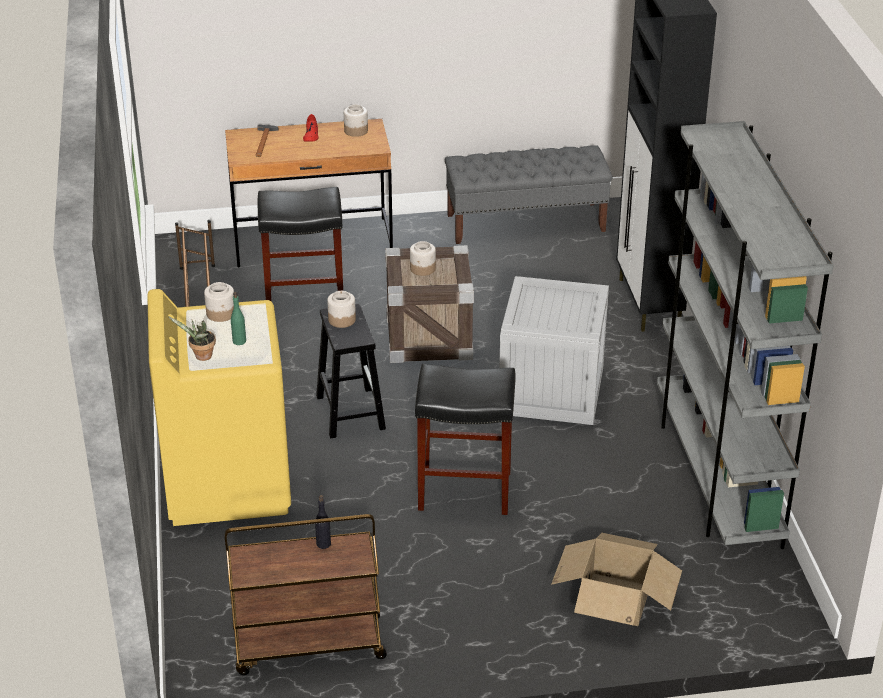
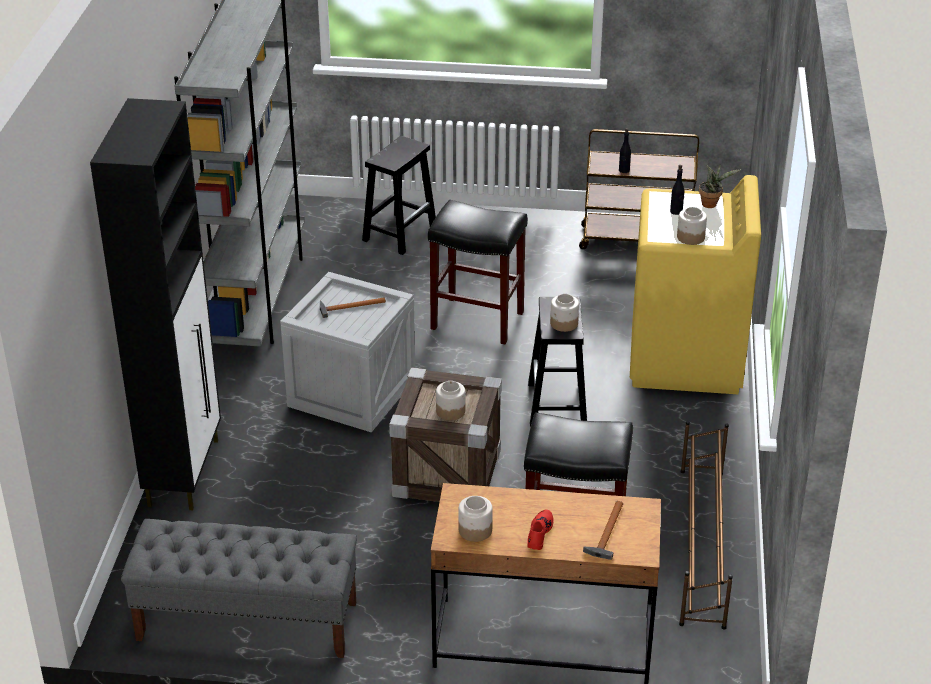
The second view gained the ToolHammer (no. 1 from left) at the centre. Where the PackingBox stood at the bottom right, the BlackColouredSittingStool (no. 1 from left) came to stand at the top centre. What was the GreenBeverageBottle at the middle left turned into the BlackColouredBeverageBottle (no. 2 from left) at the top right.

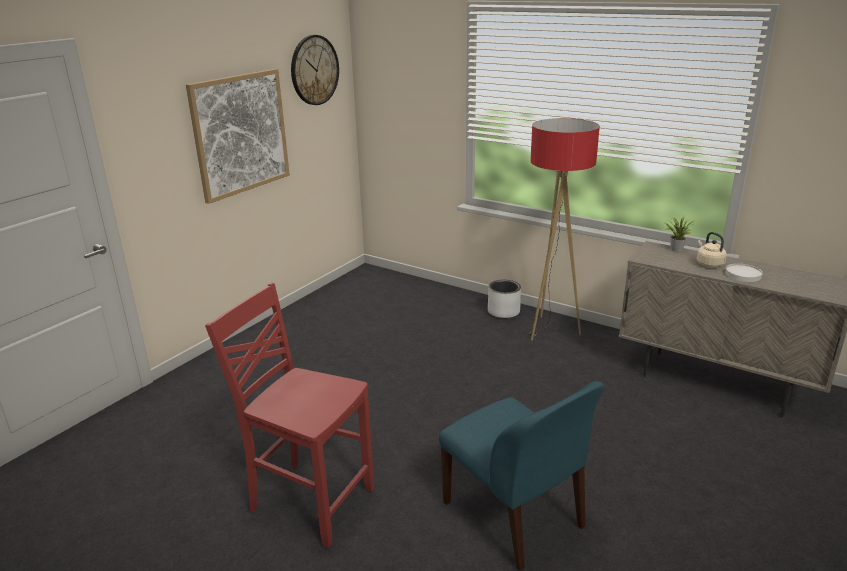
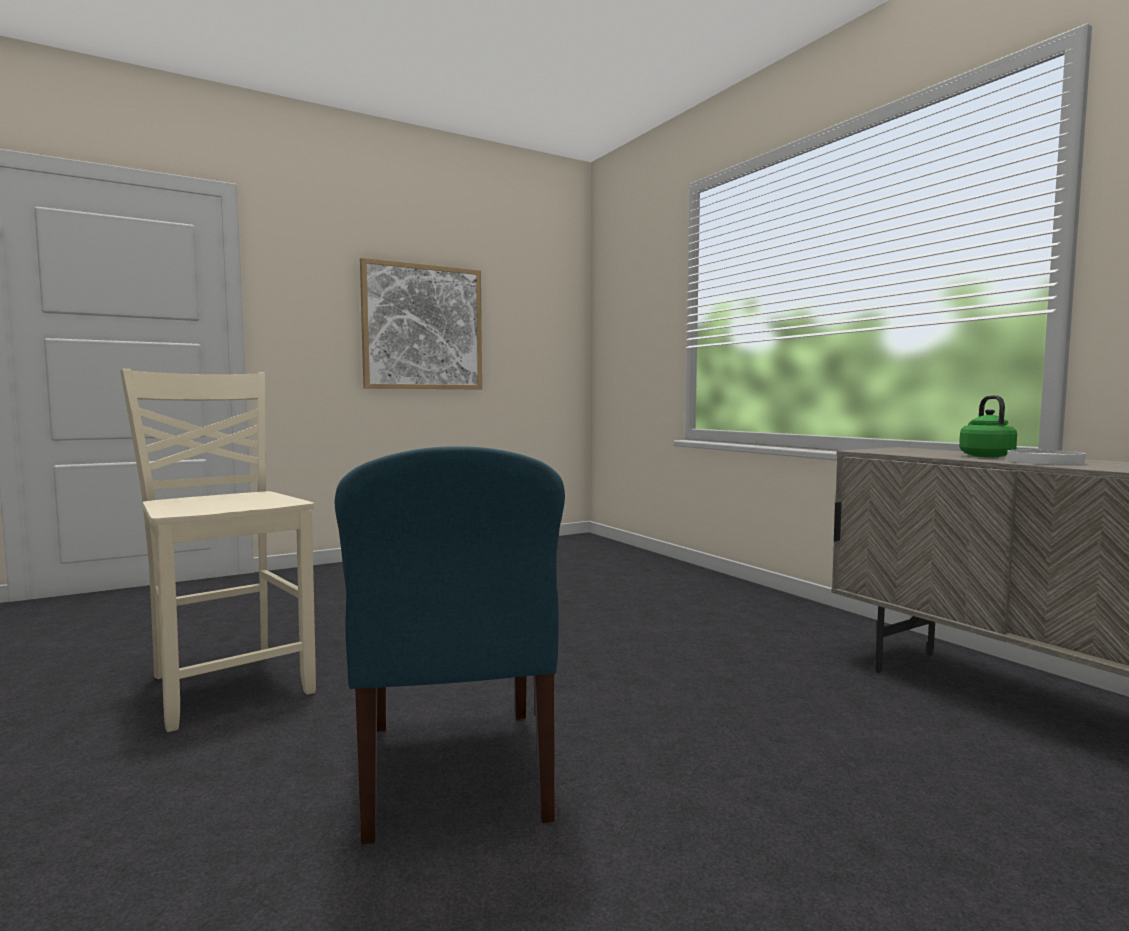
What was the RedColouredPlainChair at the bottom centre turned into the BeigeColouredPlainChair at the middle left. What was the BeigeColouredKettle at the middle right turned into the GreenKettle at the middle right. The second view lost the WallClock at the top centre. The second view lost the GreyishFlowerPot at the centre. The second view lost the FloorLamp at the centre. The second view lost the PottedPlant at the middle right.

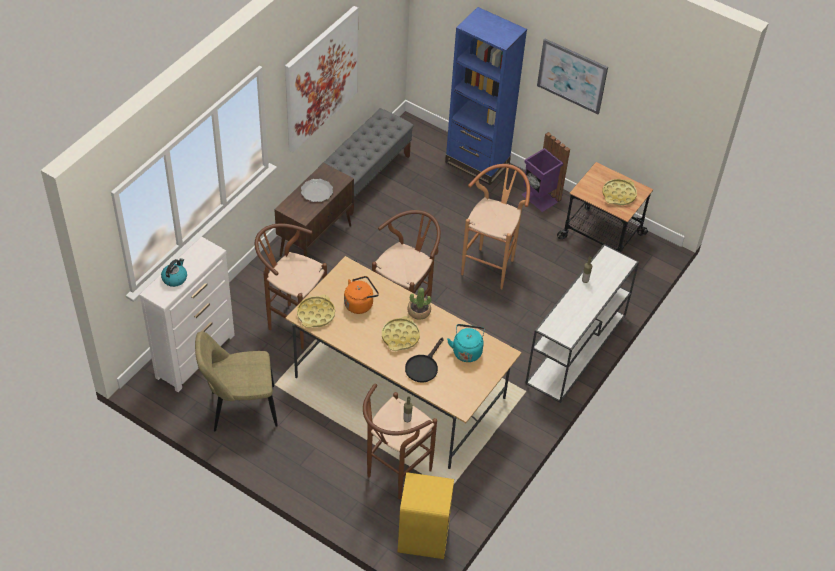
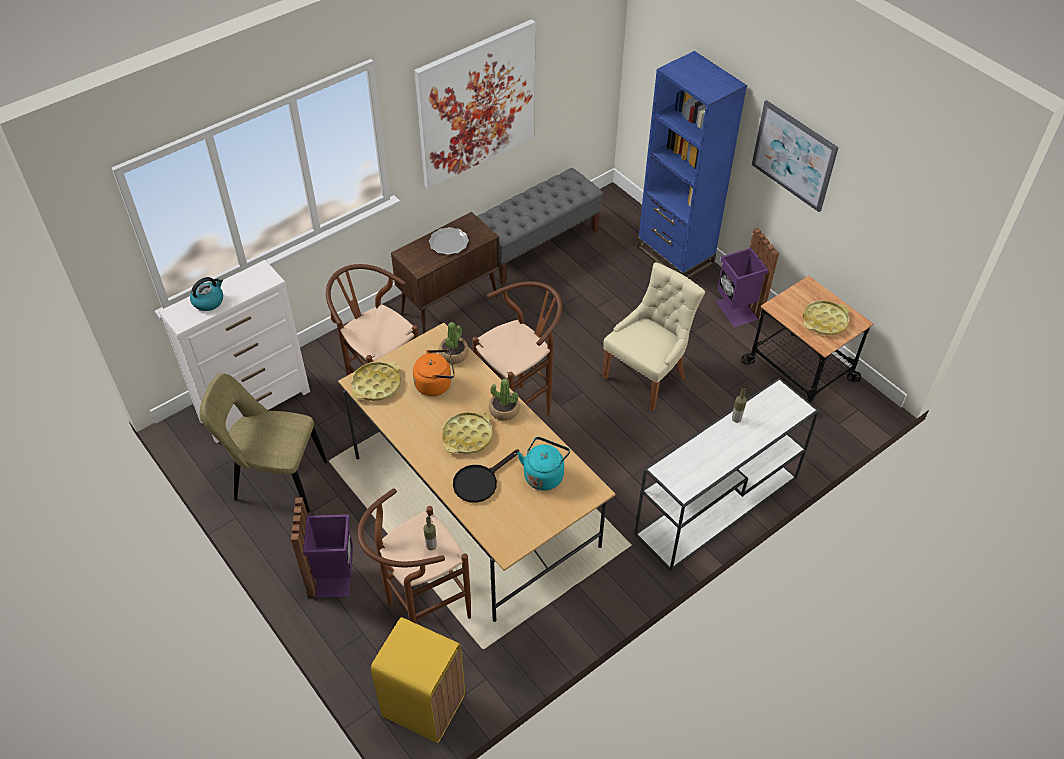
The second view gained the PurpleColouredWasteBin (no. 1 from left) at the bottom left. The second view gained the PottedPlant (no. 1 from left) at the centre. Where the BrownSittingStool (no. 4 from left) stood at the centre, the BeigeColouredPlainChair (no. 2 from left) came to stand at the centre.

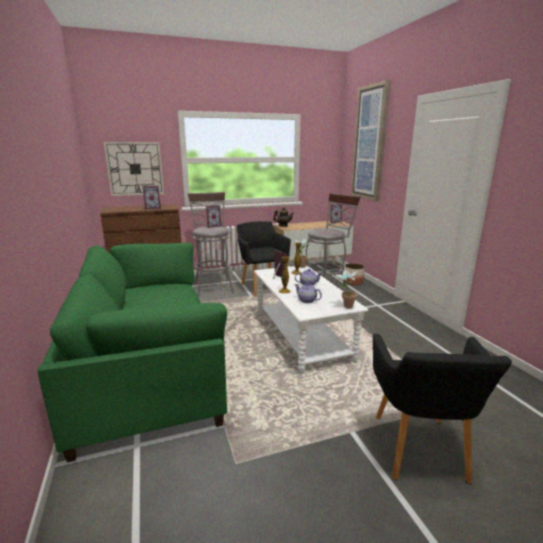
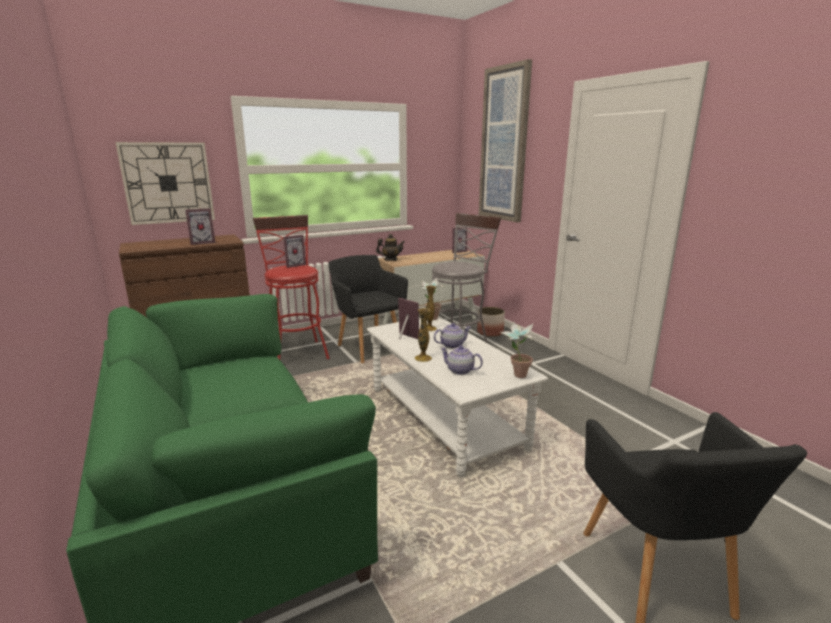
What was the GreyishSittingStool (no. 1 from left) at the centre turned into the RedColouredSittingStool at the centre.

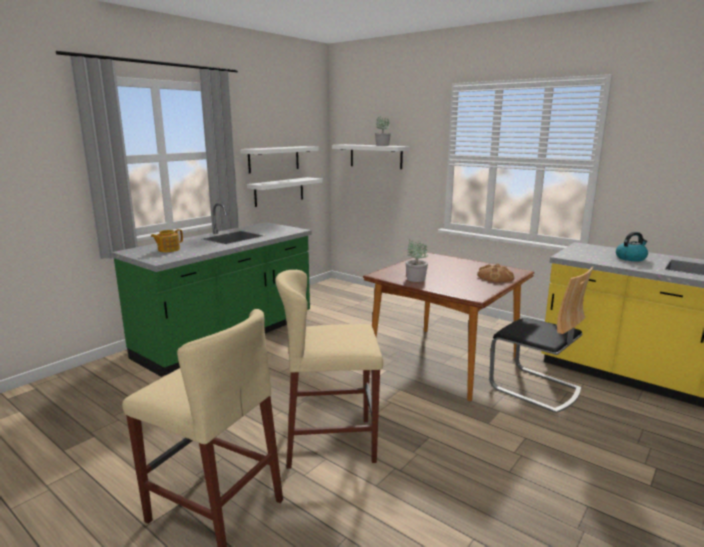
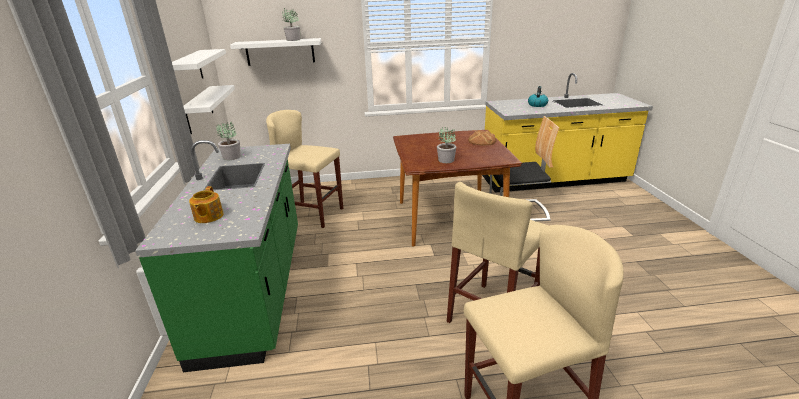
The second view gained the PottedPlant (no. 1 from left) at the middle left. The second view gained the BeigeColouredSittingStool (no. 1 from left) at the centre.

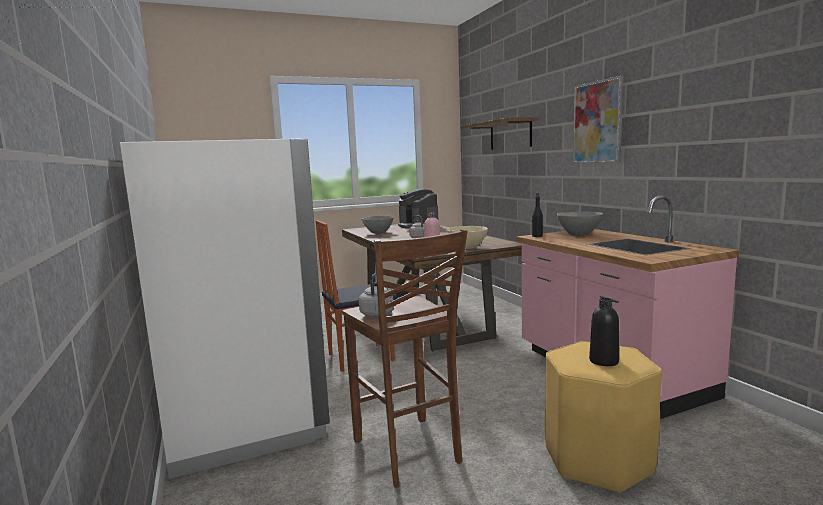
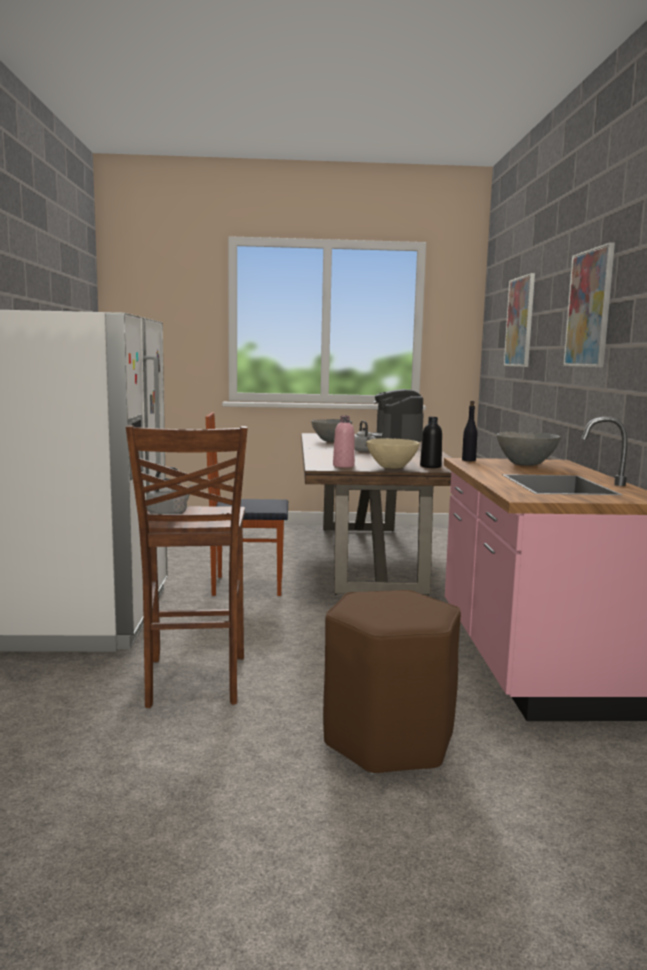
What was the YellowishSittingStool at the bottom right turned into the BrownSittingStool (no. 2 from left) at the bottom centre. The BlackColouredBeverageBottle (no. 2 from left in the first image) ended up elsewhere, having gone from the middle right to the centre. Where the BracketShelf hung at the top centre, the Picture (no. 1 from left) came to hang at the top right.

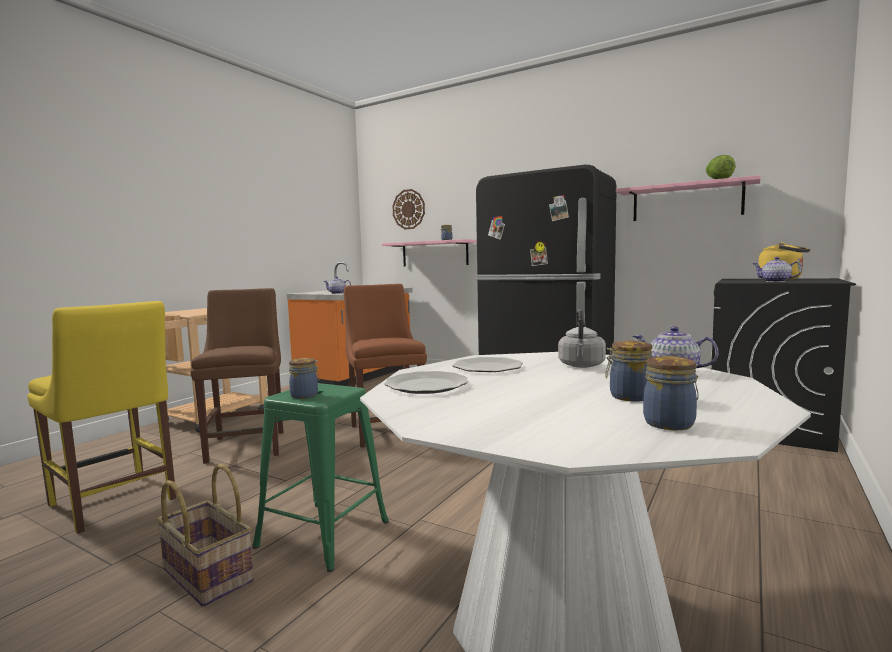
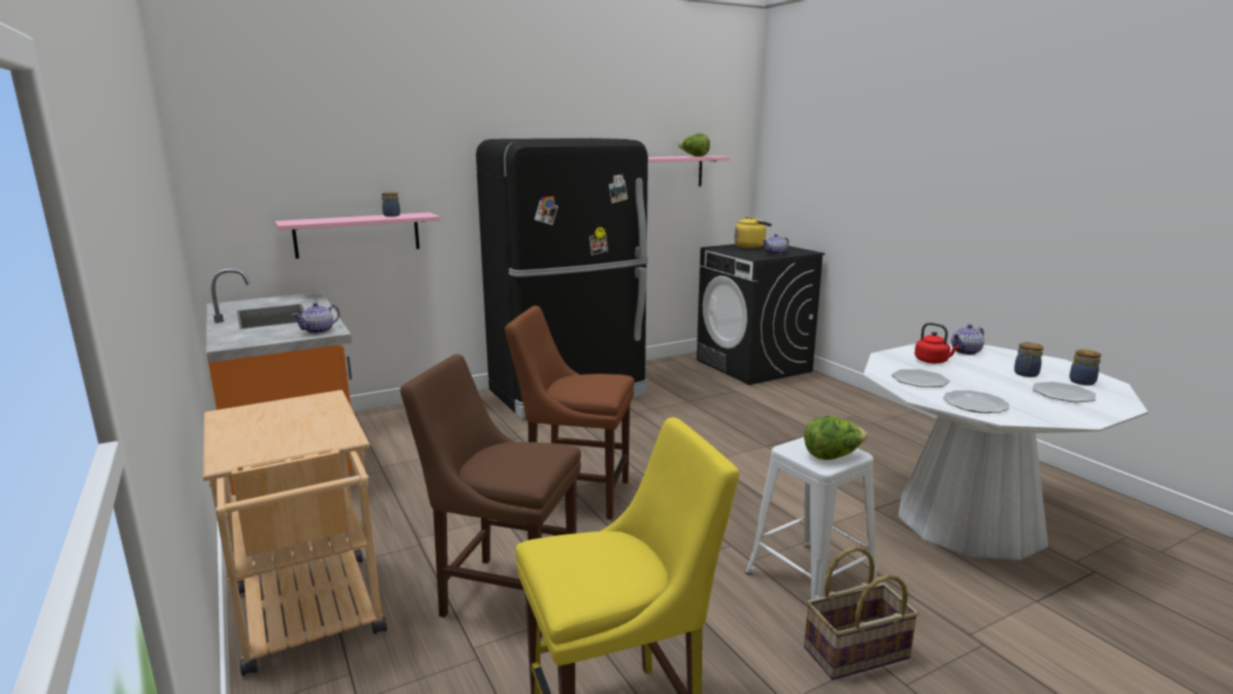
What was the GreenSittingStool at the bottom centre turned into the WhiteColouredSittingStool at the bottom centre. Where the Jar (no. 1 from left) stood at the centre, the LettuceHead (no. 2 from left) came to stand at the middle right. What was the GreyishKettle at the centre turned into the RedColouredKettle at the middle right. The second view gained the FlatDish (no. 3 from left) at the middle right. The second view lost the WallClock at the top centre.

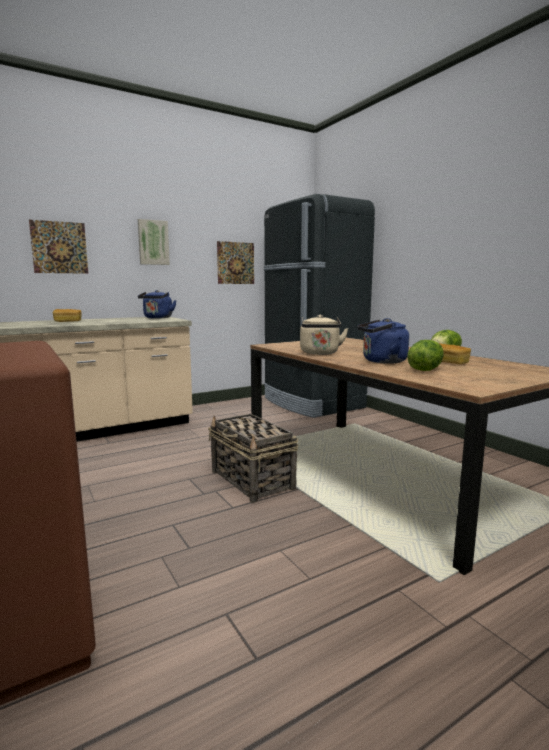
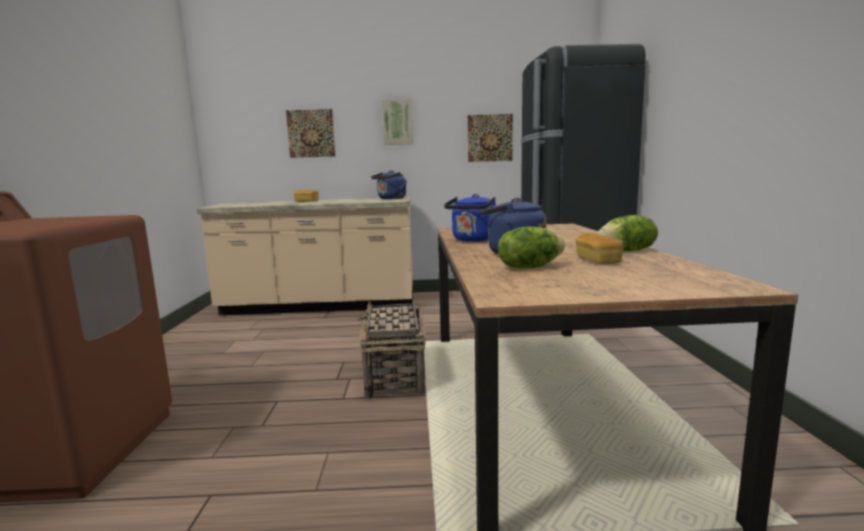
What was the BeigeColouredKettle at the centre turned into the BlueKettle (no. 2 from left) at the centre.

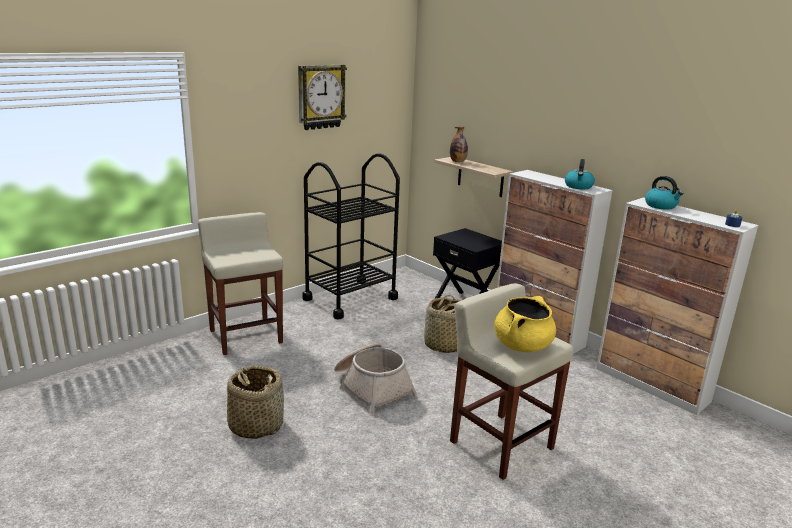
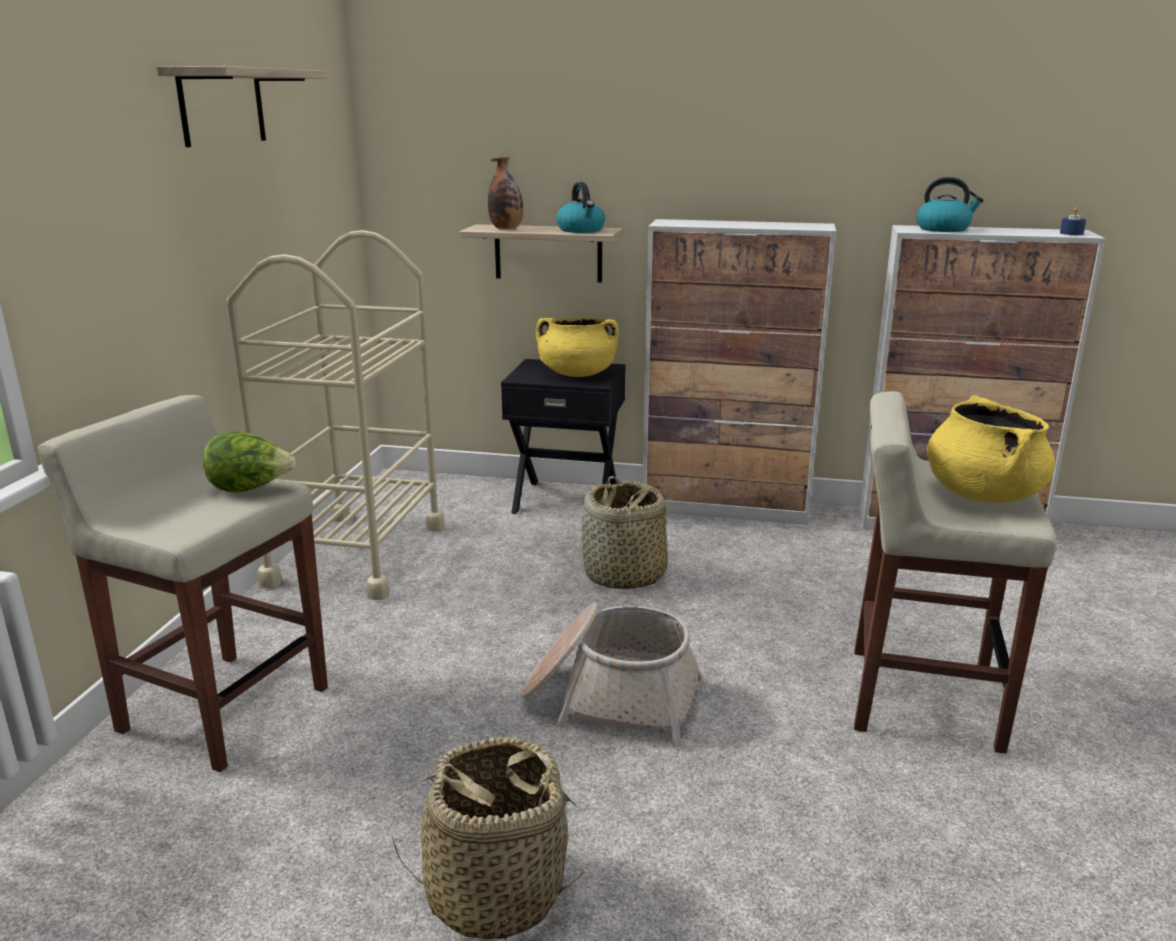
Where the WallClock hung at the top centre, the BracketShelf (no. 1 from left) came to hang at the top left. The second view gained the LettuceHead at the middle left. What was the BlackColouredWheeledCart at the centre turned into the BeigeColouredWheeledCart at the middle left. The second view gained the YellowishStockpot (no. 1 from left) at the centre. The Kettle (no. 1 from left) ended up elsewhere, having gone from the top right to the top centre.

